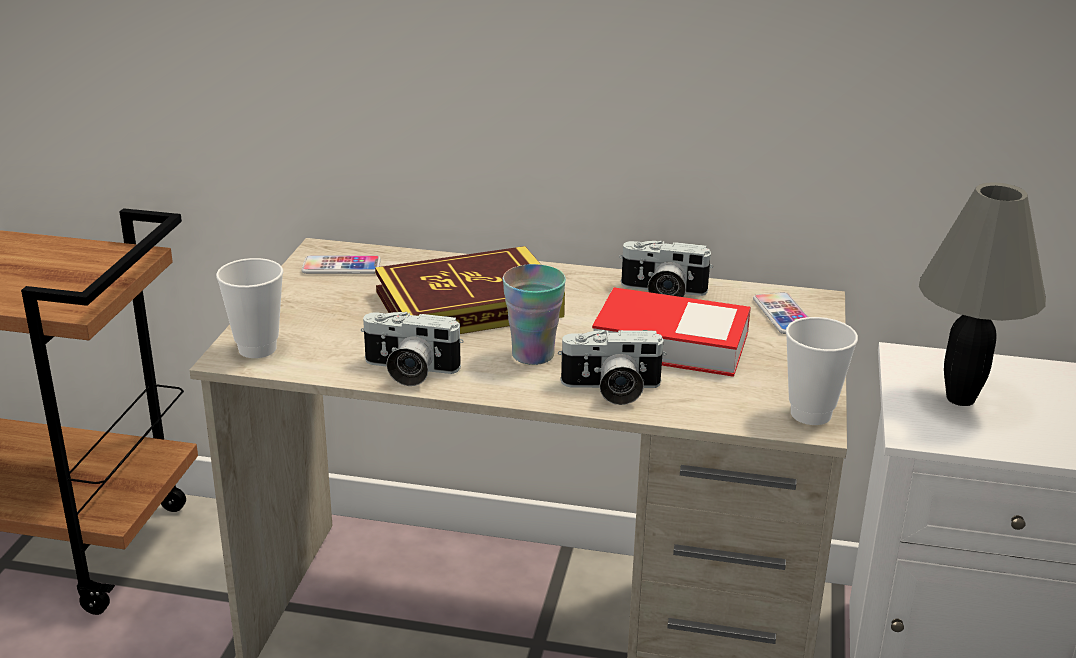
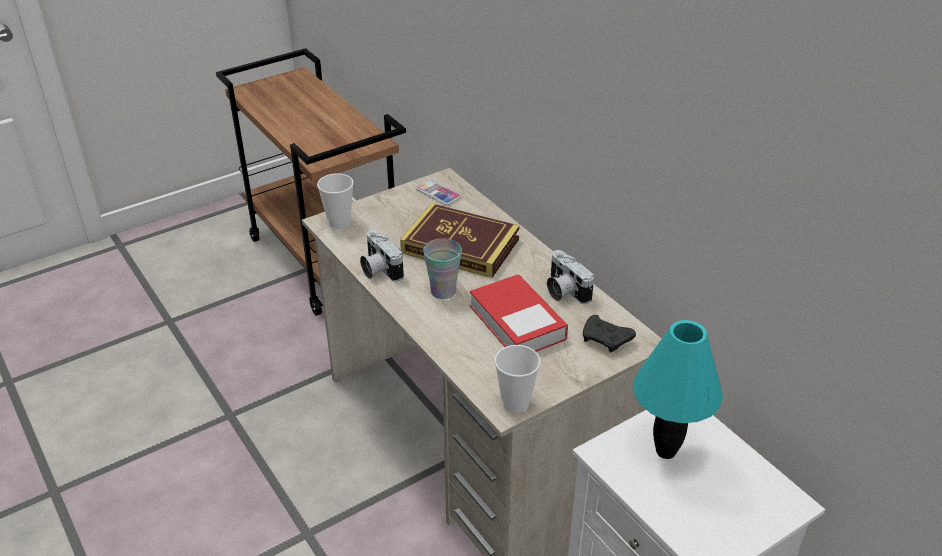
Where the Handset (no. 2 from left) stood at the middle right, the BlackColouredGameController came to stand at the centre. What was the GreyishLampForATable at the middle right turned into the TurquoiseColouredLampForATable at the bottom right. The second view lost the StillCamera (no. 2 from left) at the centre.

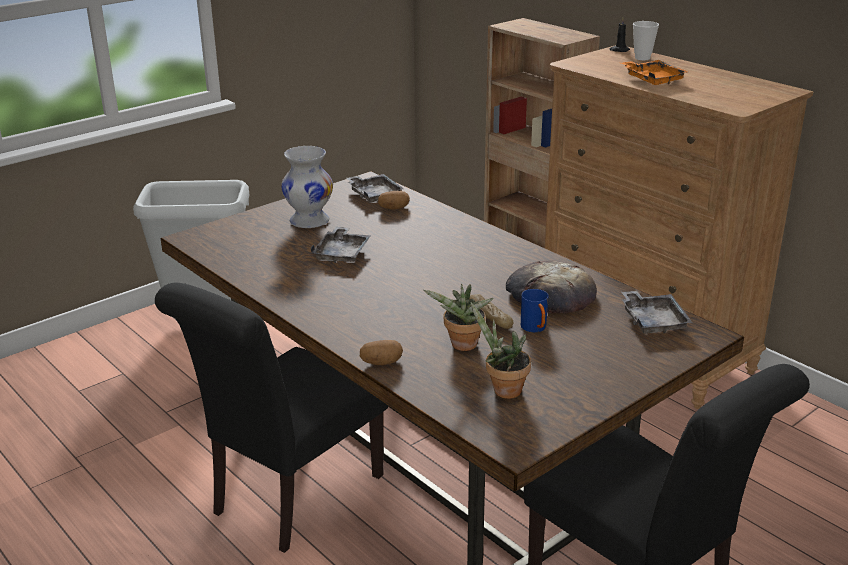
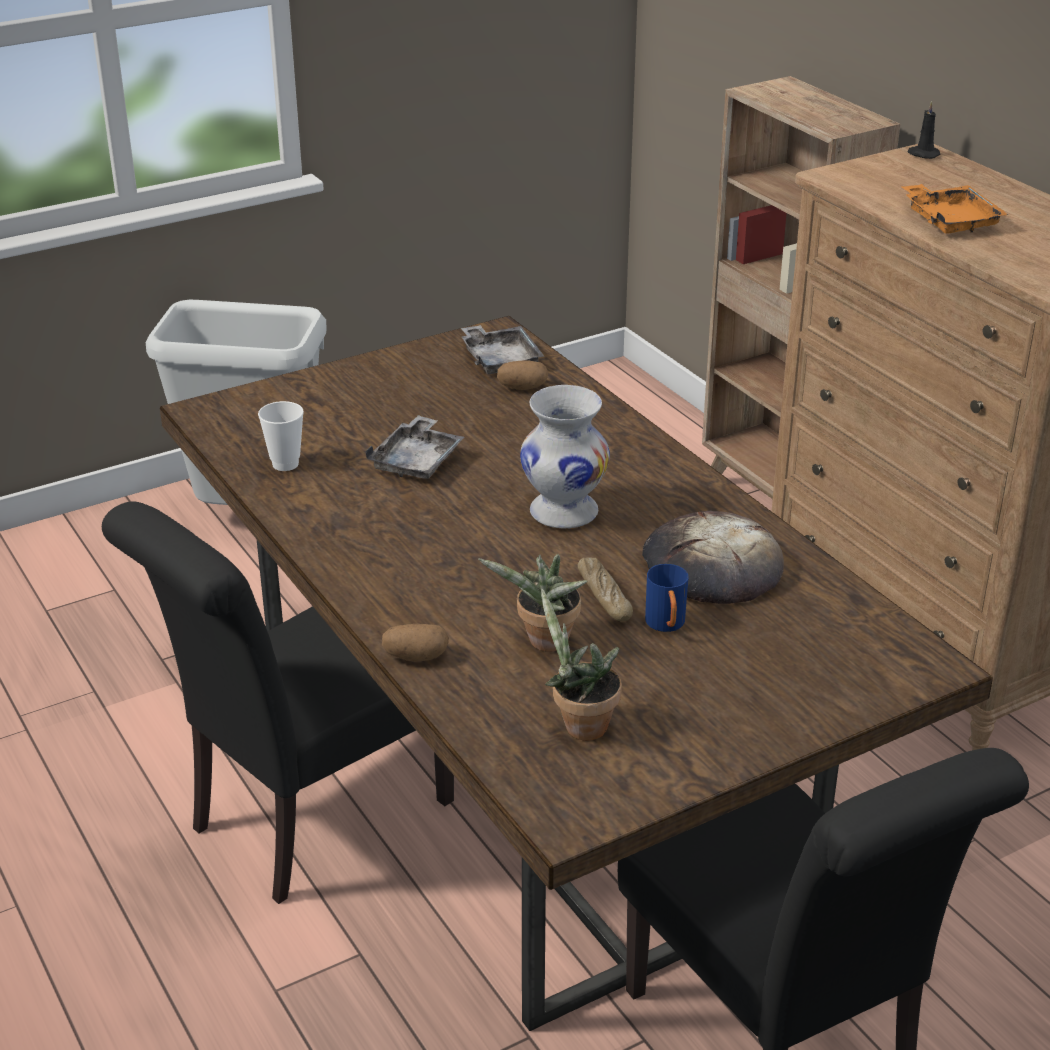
The DrinkingCup ended up elsewhere, having gone from the top right to the middle left. The WhiteColouredFlowerVase ended up elsewhere, having gone from the top centre to the centre. The second view lost the GreyishCarryingTray (no. 3 from left) at the middle right.

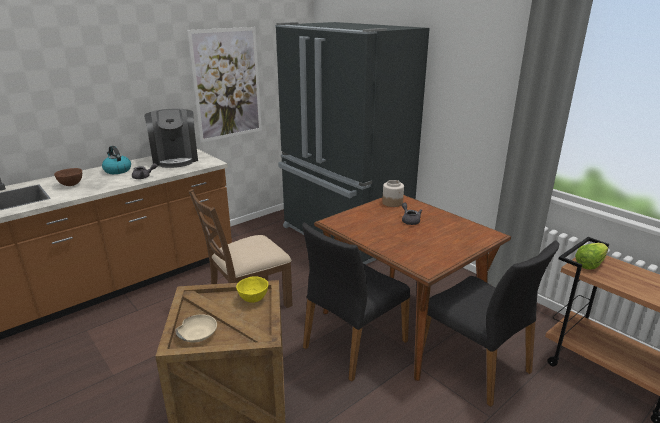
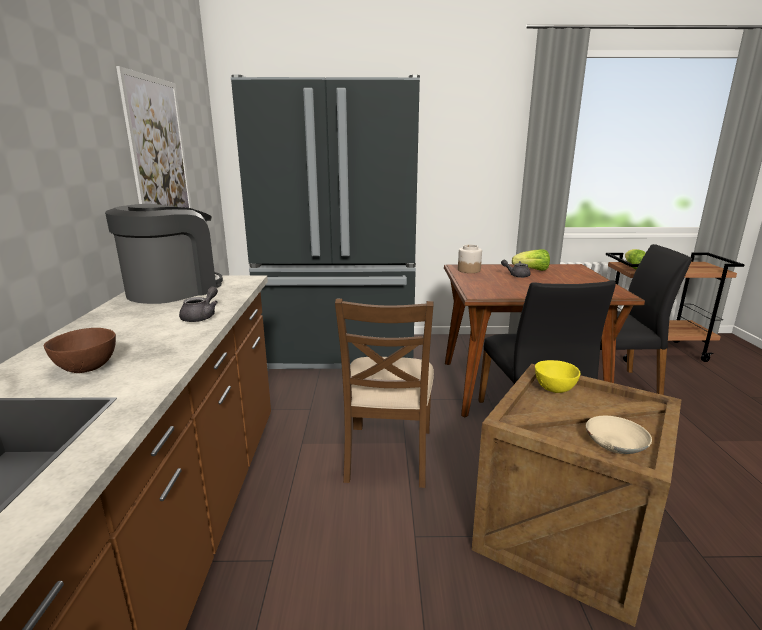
The CoffeeMaker at the top left ended up facing another way, 75 degrees counterclockwise from before. The second view gained the LettuceHead (no. 1 from left) at the middle right. The second view lost the Kettle at the middle left.

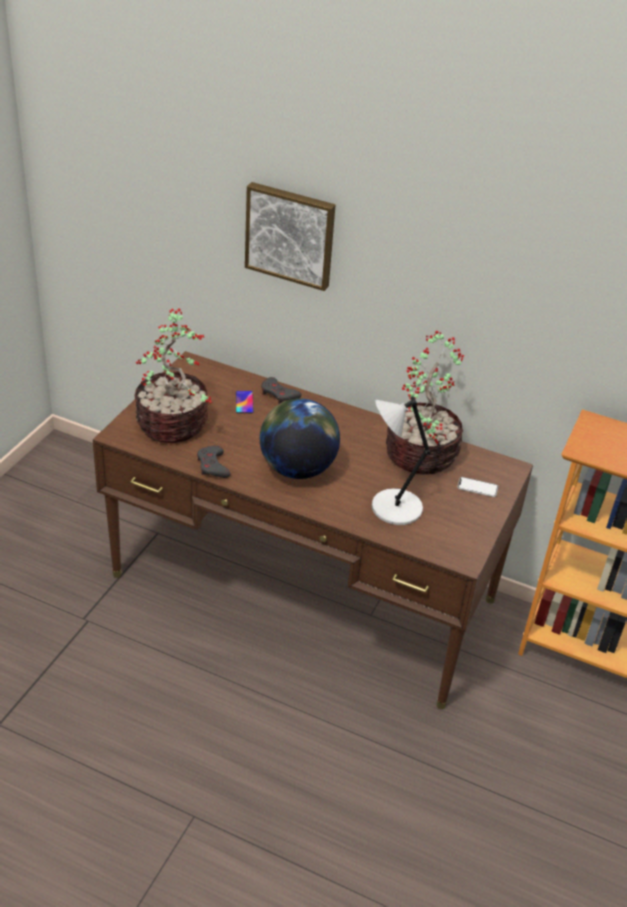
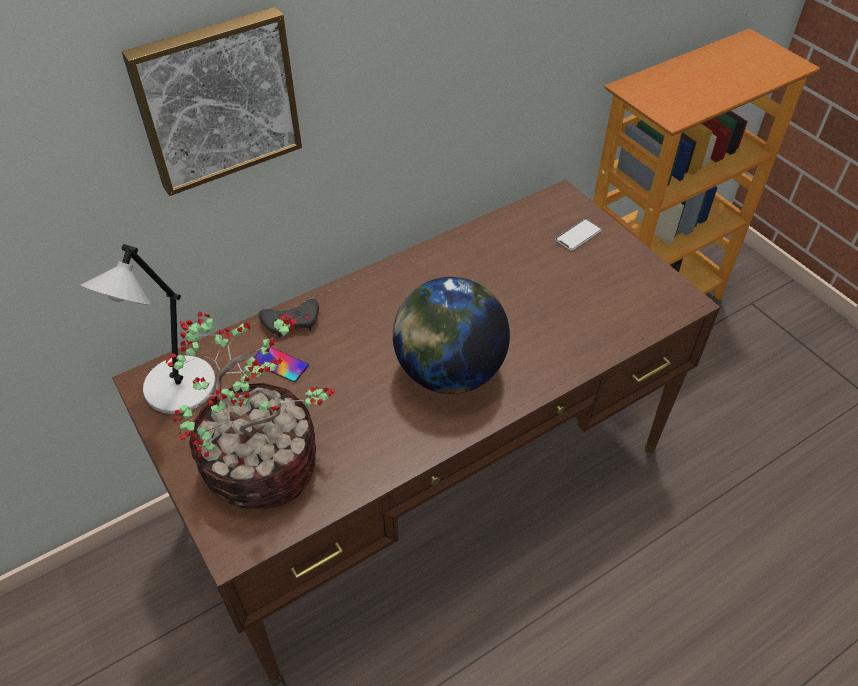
The GreyishLampForATable ended up elsewhere, having gone from the centre to the middle left. The second view lost the GreyishGameController (no. 1 from left) at the centre. The second view lost the PottedPlant (no. 2 from left) at the middle right.

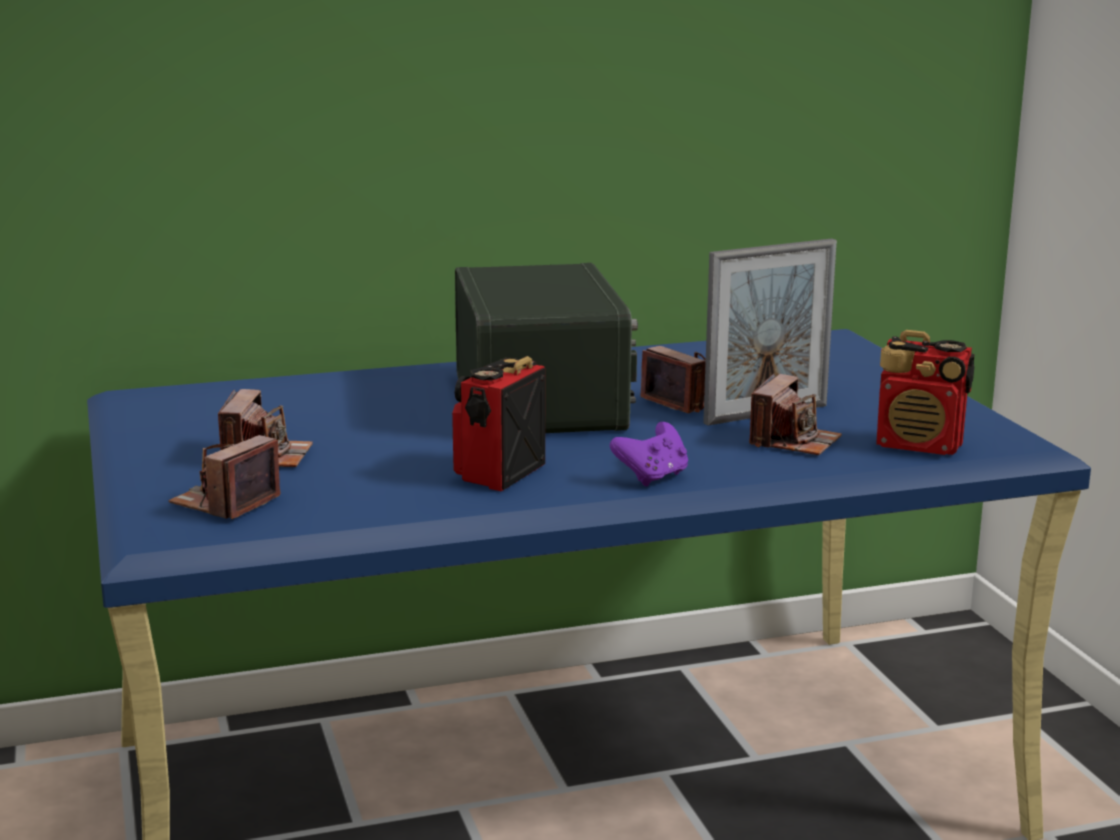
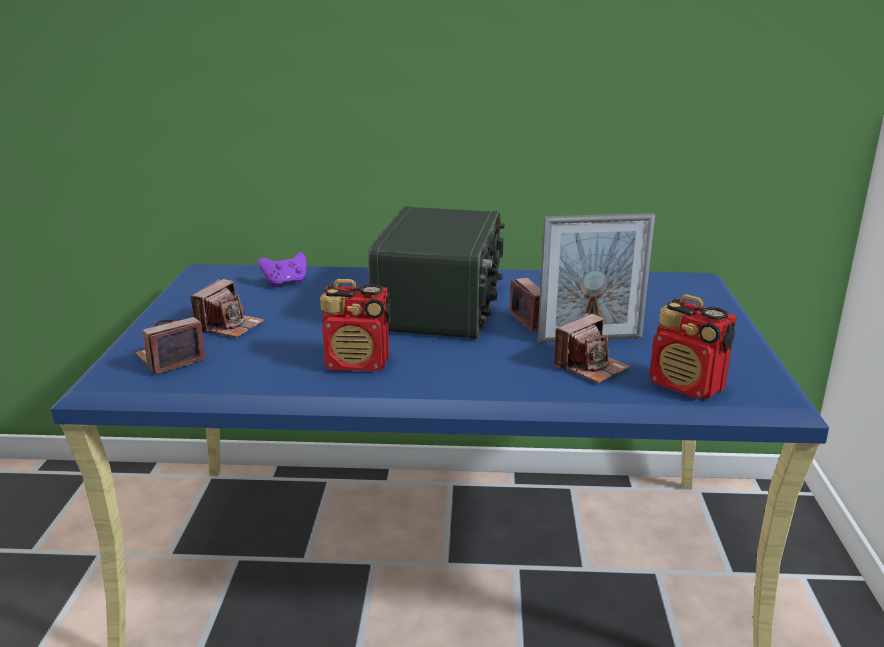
The PurpleColouredGameController ended up elsewhere, having gone from the centre to the middle left. The RadioSet (no. 1 from left) at the centre ended up facing another way, 135 degrees counterclockwise from before.

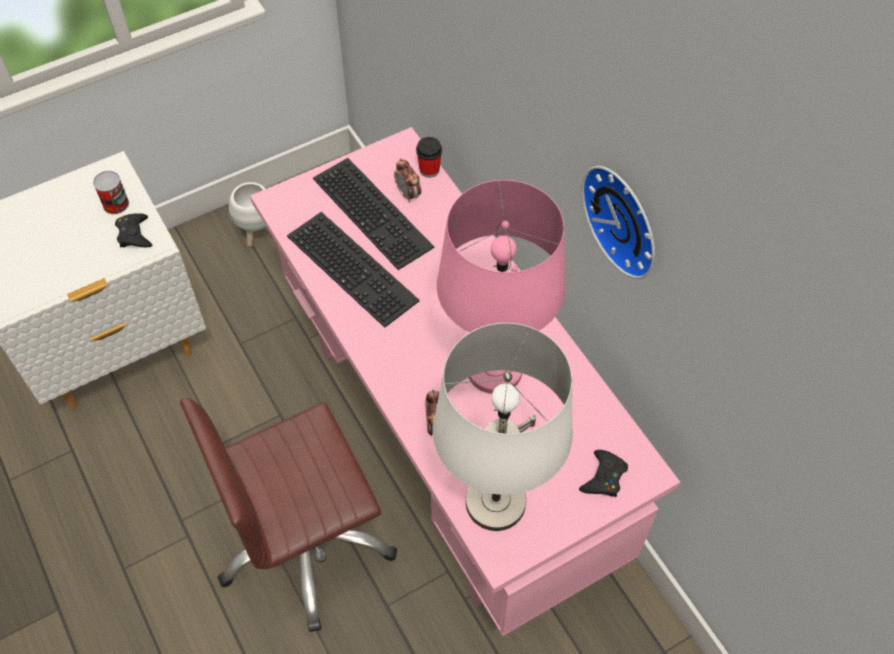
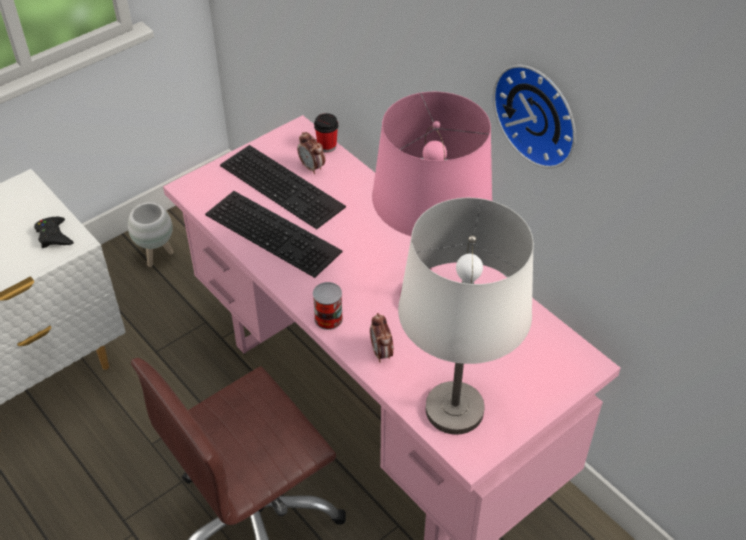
The Can ended up elsewhere, having gone from the top left to the centre. The second view lost the BlackColouredGameController (no. 2 from left) at the bottom right.

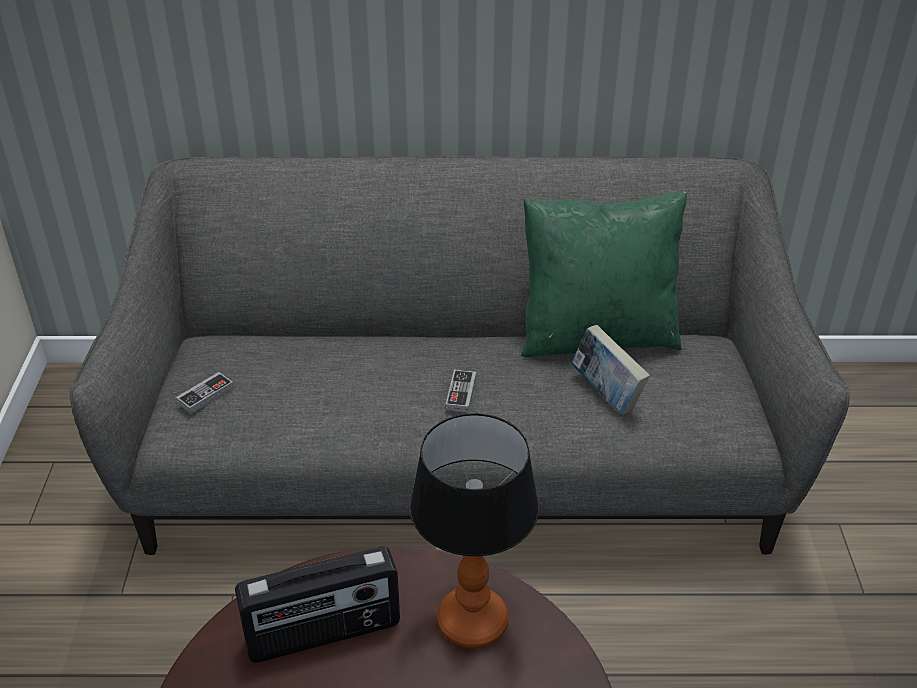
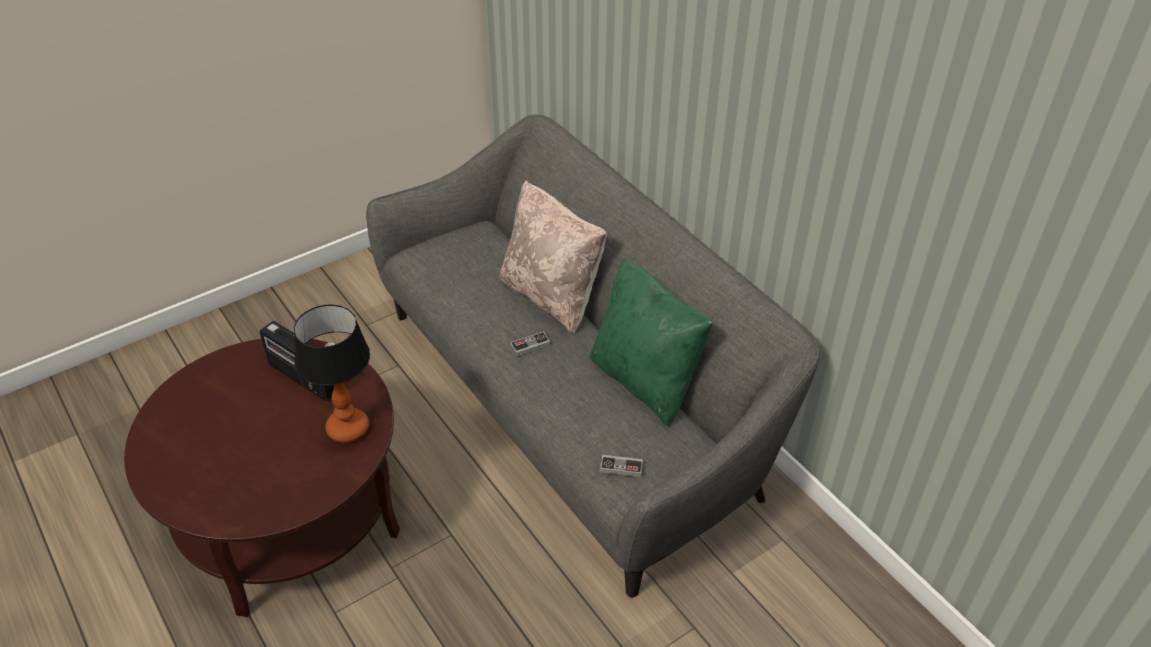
The second view gained the BeigeColouredPillow at the centre. The GameController (no. 1 from left in the first image) ended up elsewhere, having gone from the middle left to the bottom centre. The second view lost the Volume at the centre.

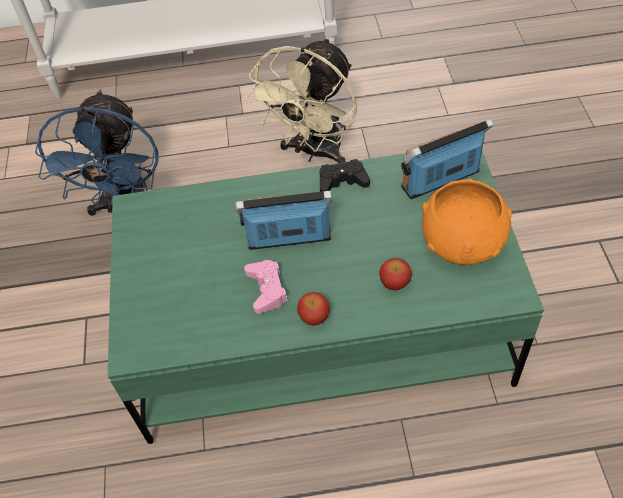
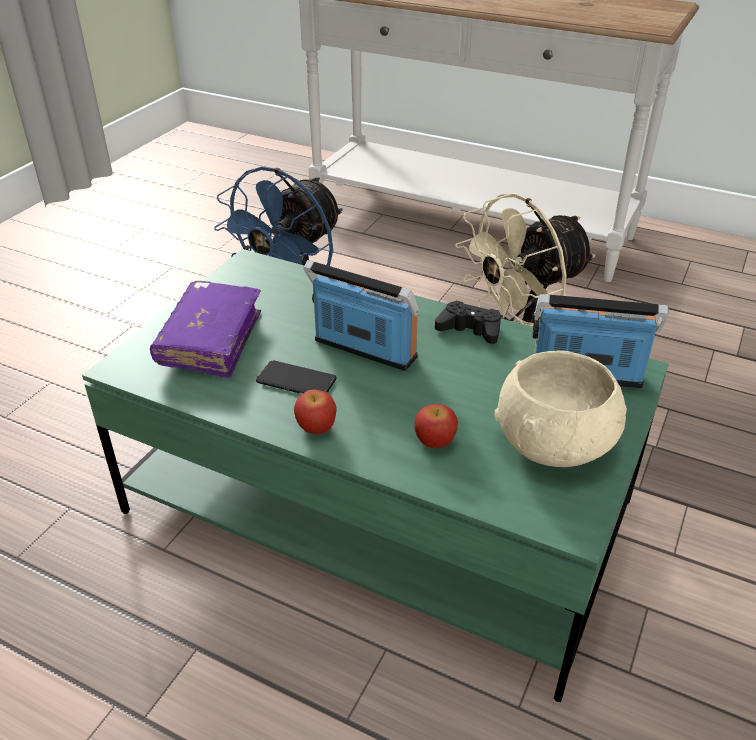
The second view gained the PurpleColouredVolume at the middle left. Where the PinkishGameController stood at the centre, the Handset came to stand at the centre. What was the OrangeColouredBowl at the middle right turned into the BeigeColouredBowl at the middle right.

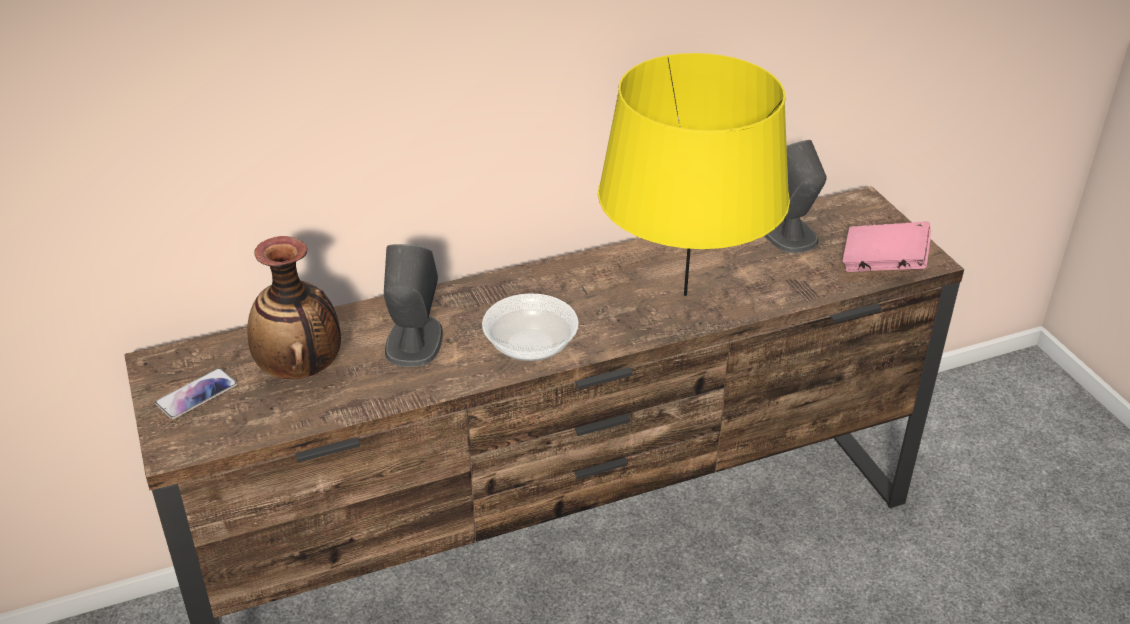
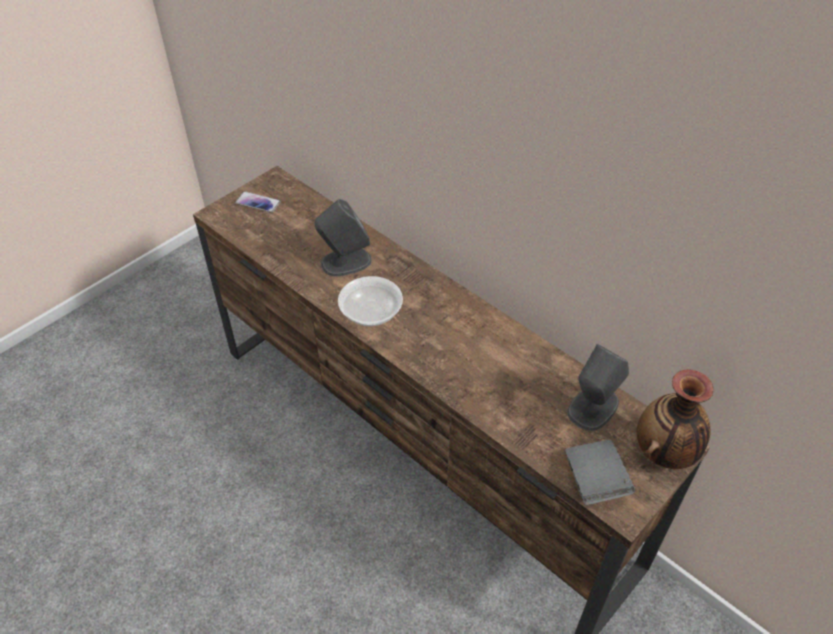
What was the PinkishVolume at the middle right turned into the GreyishVolume at the bottom right. The FlowerVase ended up elsewhere, having gone from the middle left to the middle right. The second view lost the YellowishLampForATable at the top centre.

